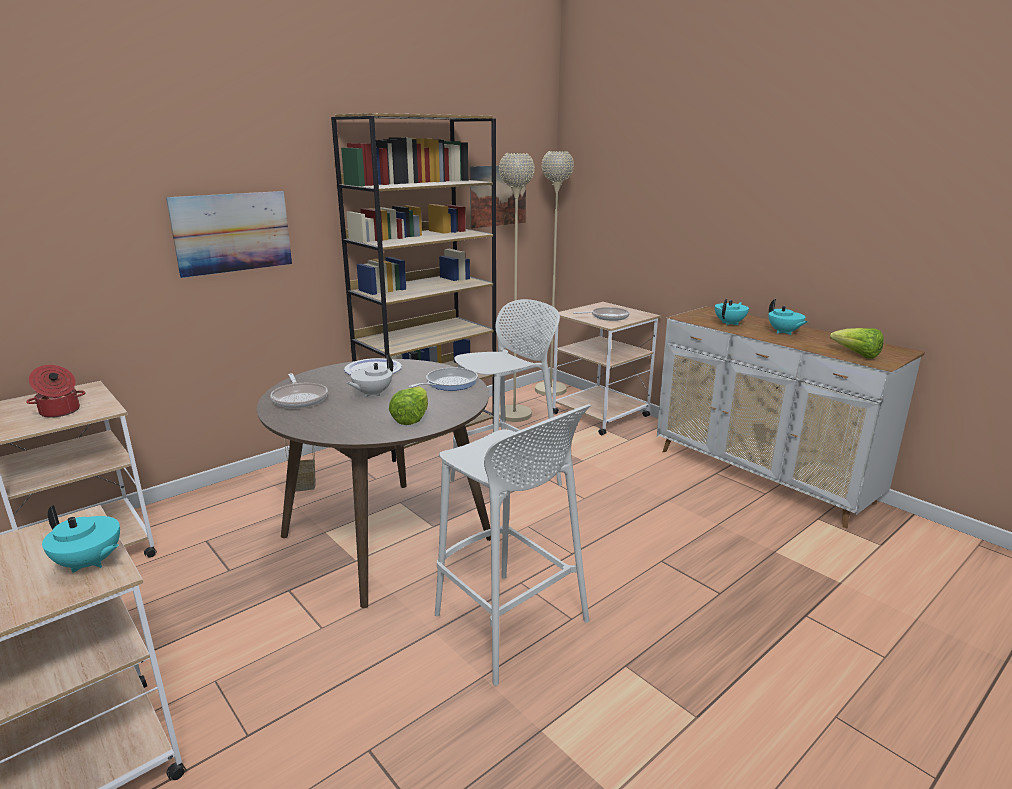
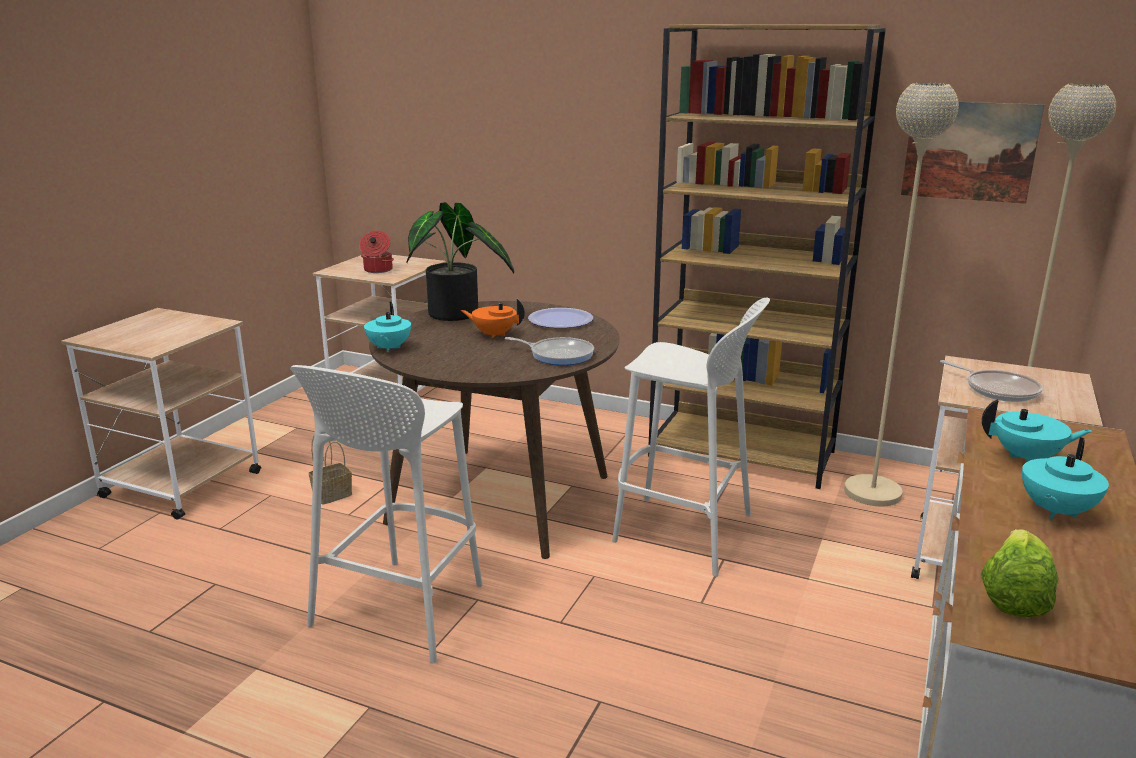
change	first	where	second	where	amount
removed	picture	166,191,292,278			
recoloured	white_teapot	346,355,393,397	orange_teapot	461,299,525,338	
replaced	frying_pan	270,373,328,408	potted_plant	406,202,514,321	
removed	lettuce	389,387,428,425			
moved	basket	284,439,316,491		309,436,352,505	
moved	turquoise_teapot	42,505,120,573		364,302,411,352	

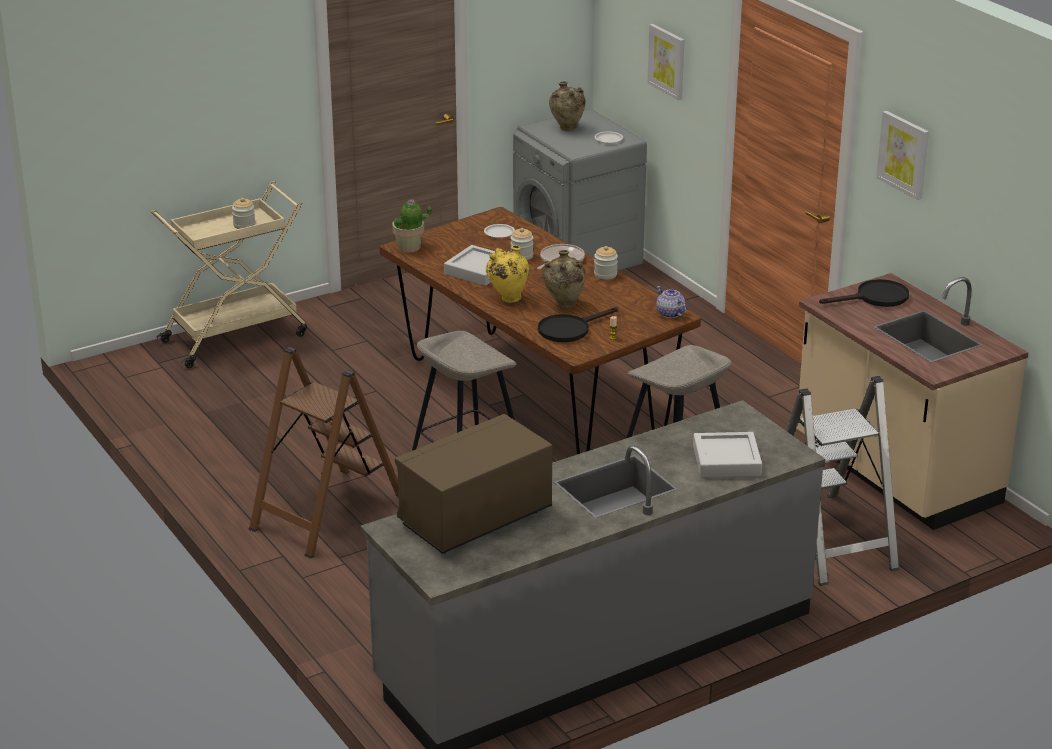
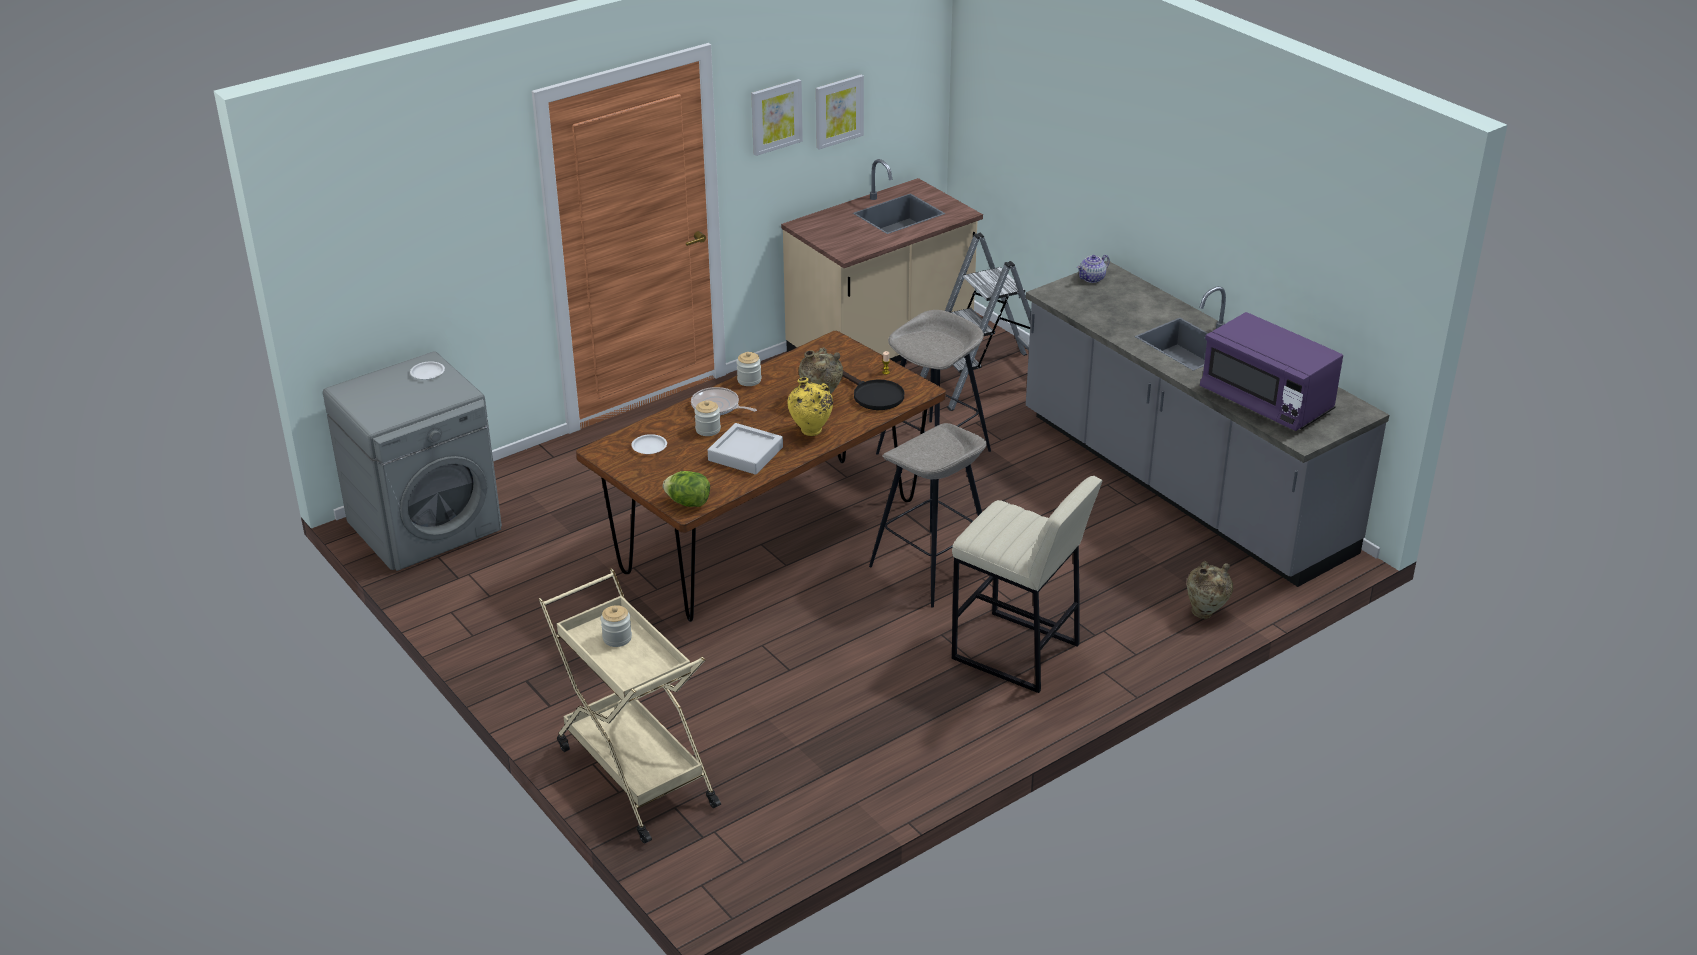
change	first	where	second	where	amount
moved	picture	647,24,684,100		816,75,864,150	
moved	beige_vase	549,81,586,131		1187,561,1233,619	
replaced	potted_plant	392,199,432,252	lettuce	663,471,710,507	
removed	black_frying_pan	819,279,909,307			
moved	teapot	656,286,686,318		1077,255,1110,283	
replaced	brown_step_ladder	249,347,399,559	beige_stool	952,476,1102,693	
recoloured	brown_microwave	395,414,552,554	purple_microwave	1200,312,1343,431	
removed	grey_tray	693,432,762,477			

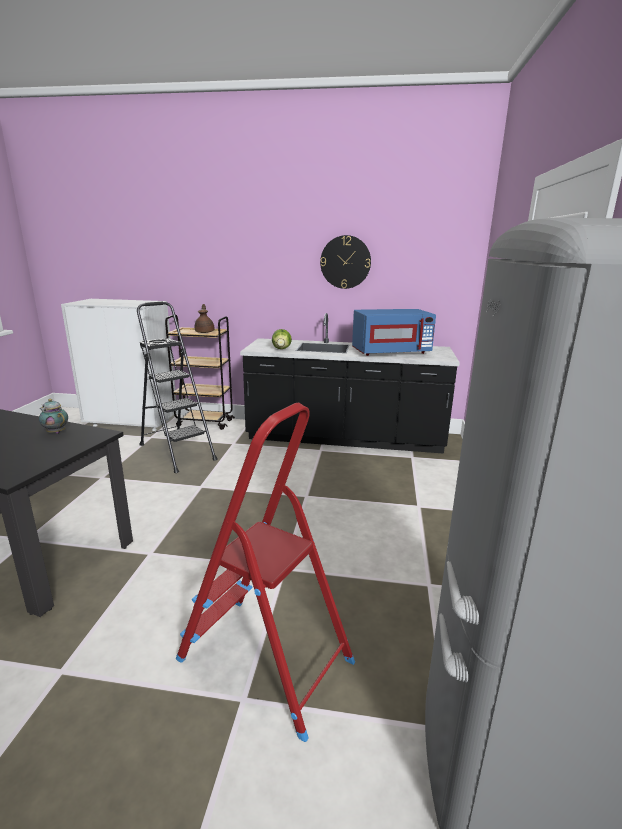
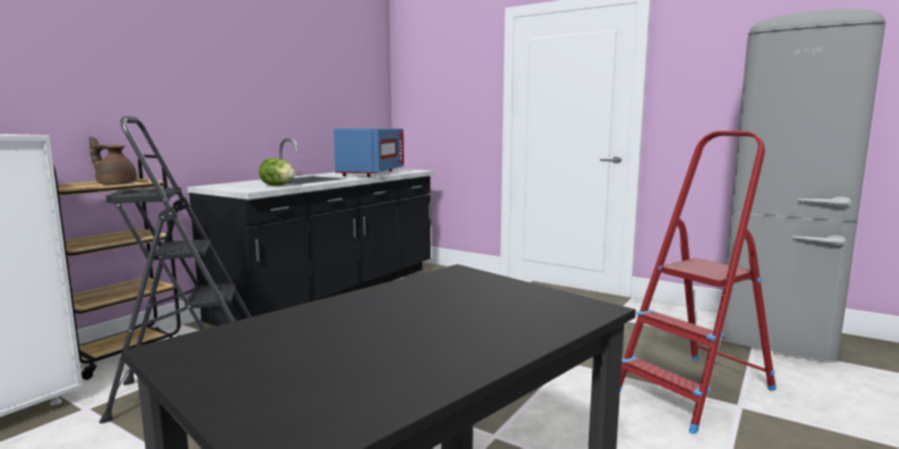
change	first	where	second	where	amount
removed	wall_clock	320,235,371,289			
removed	teapot	39,399,68,434			

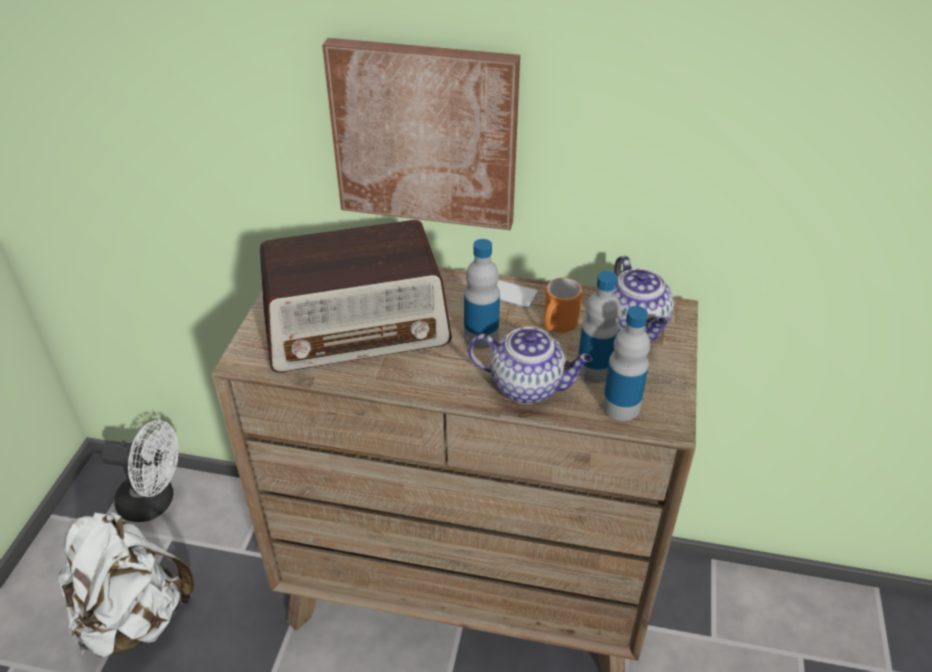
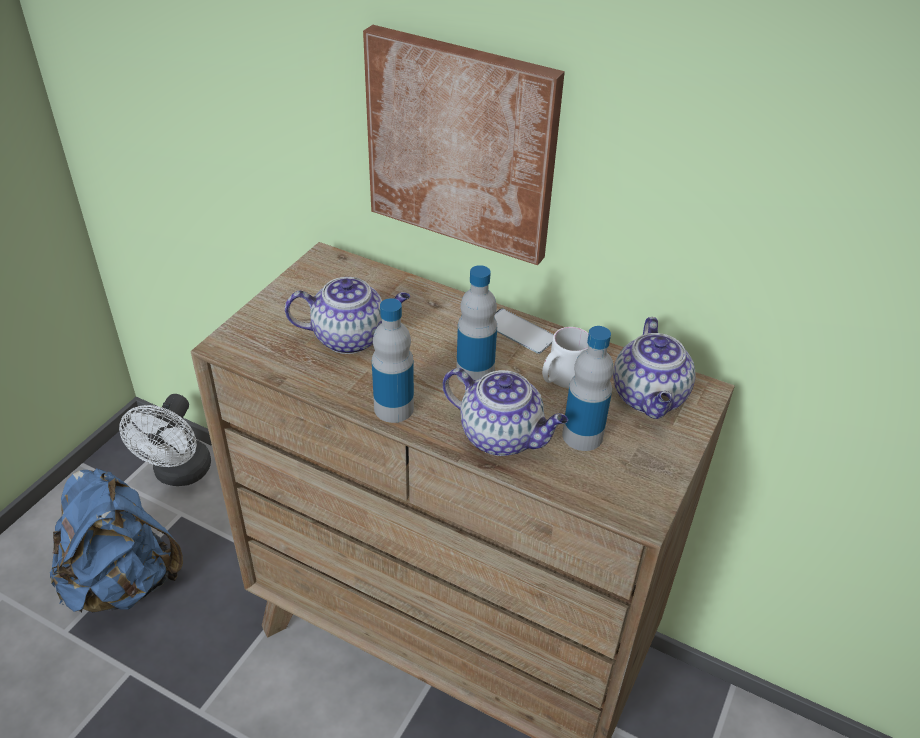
change	first	where	second	where	amount
replaced	radio	260,220,452,373	teapot	285,277,410,354	
recoloured	orange_mug	544,278,582,333	white_mug	542,327,589,388	
moved	bottle	602,306,650,421		372,298,414,423	
turned	white_fan	100,420,178,522		119,394,211,486	75 degrees clockwise
recoloured	white_backpack	57,512,195,657	blue_backpack	50,468,183,612	

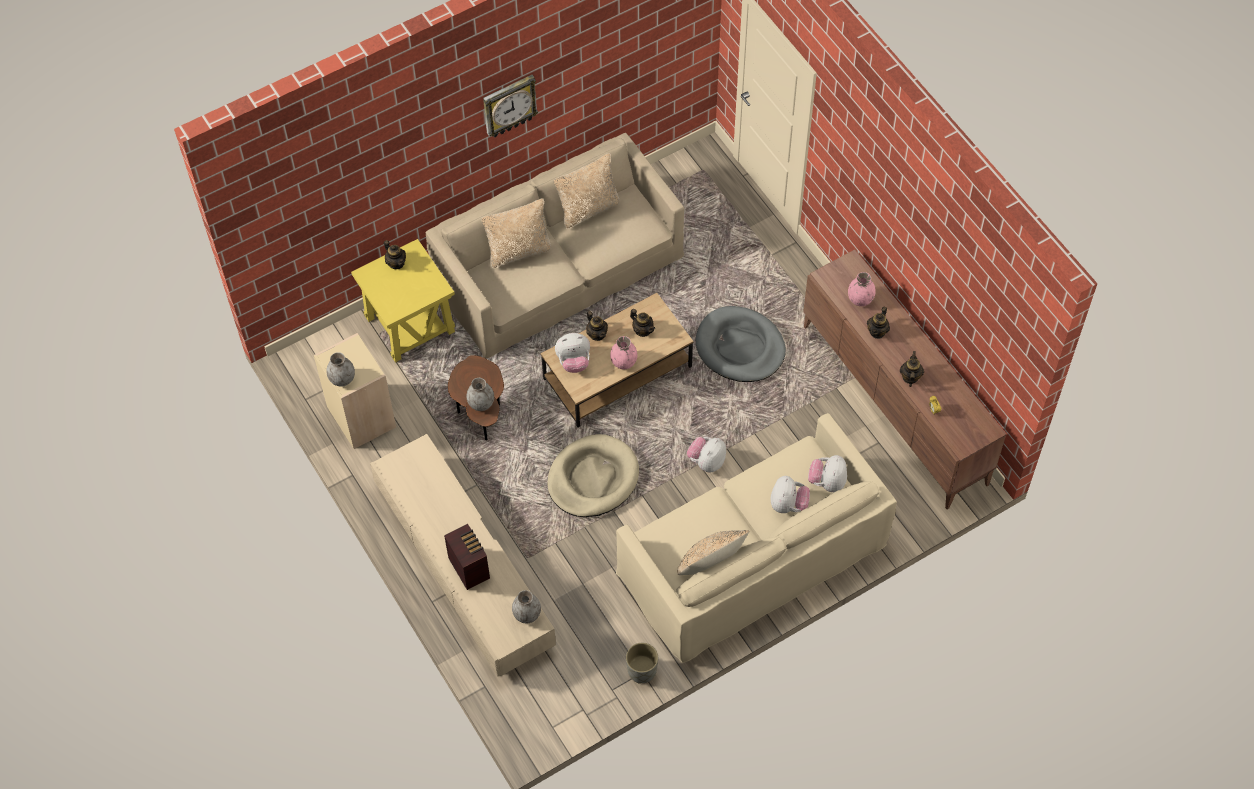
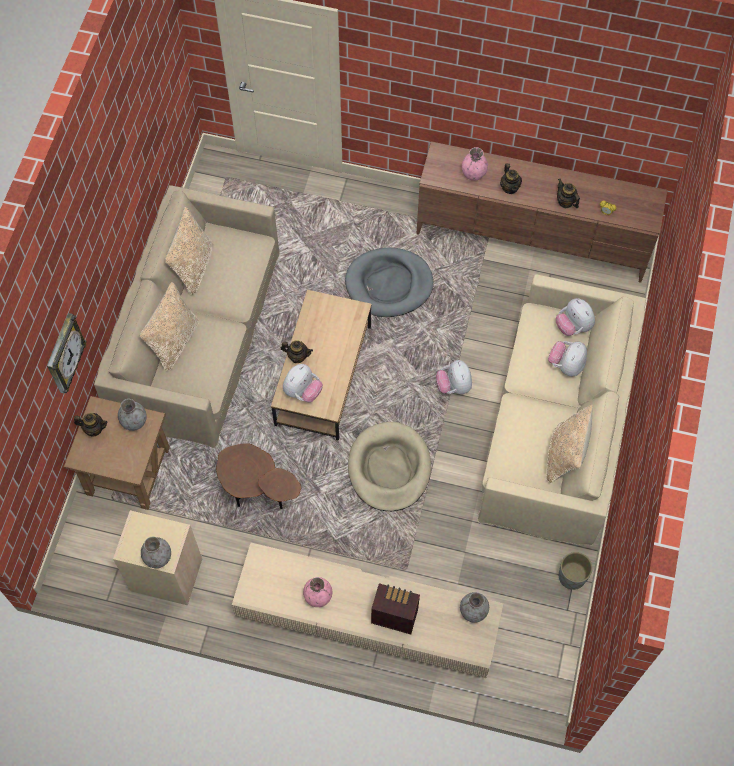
change	first	where	second	where	amount
moved	wall_clock	483,75,538,138		47,313,87,394	
recoloured	yellow_side_table	351,239,455,363	brown_side_table	64,396,170,510	
removed	teapot	630,309,655,337			
moved	pink_vase	610,336,637,369		303,577,332,607	
moved	grey_vase	466,378,494,411		118,399,147,431	
turned	plush_toy	770,476,810,513		548,341,587,376	120 degrees counterclockwise

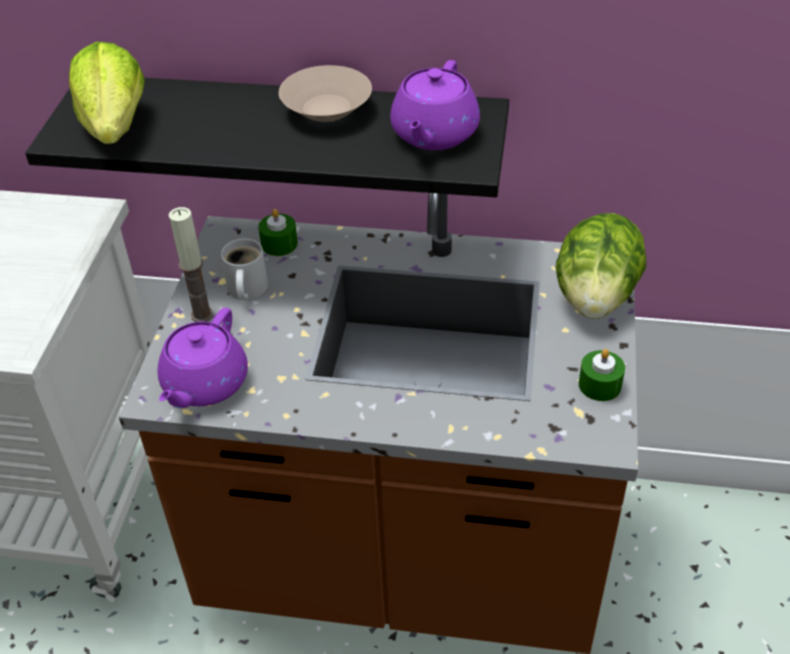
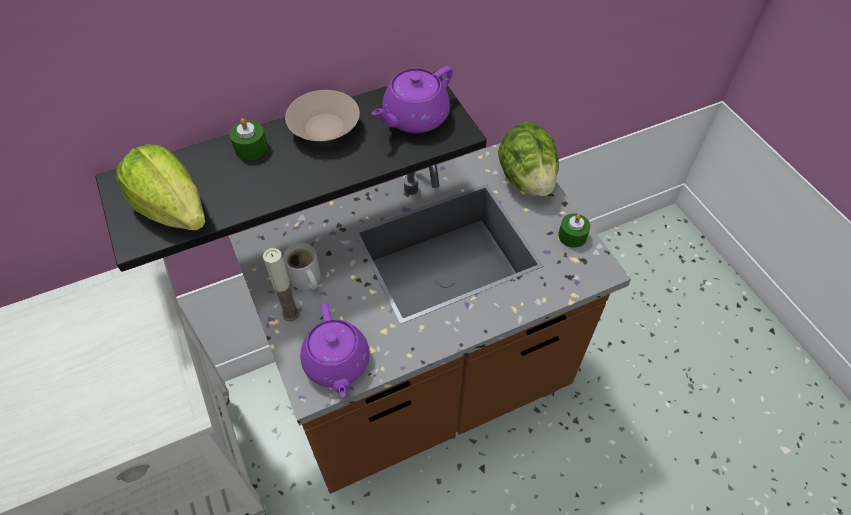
change	first	where	second	where	amount
turned	purple_teapot	390,60,480,150		372,66,453,133	60 degrees clockwise
moved	green_candle	258,209,298,256		229,118,268,160	

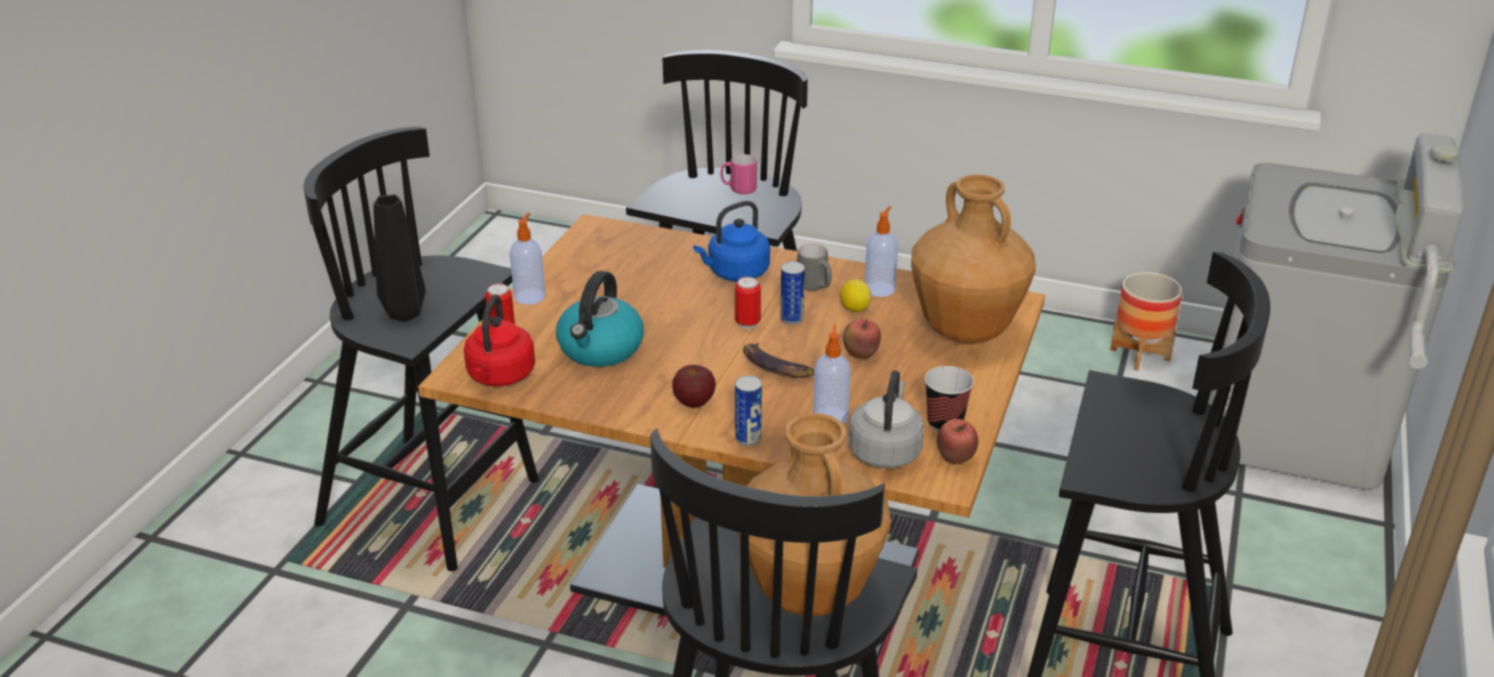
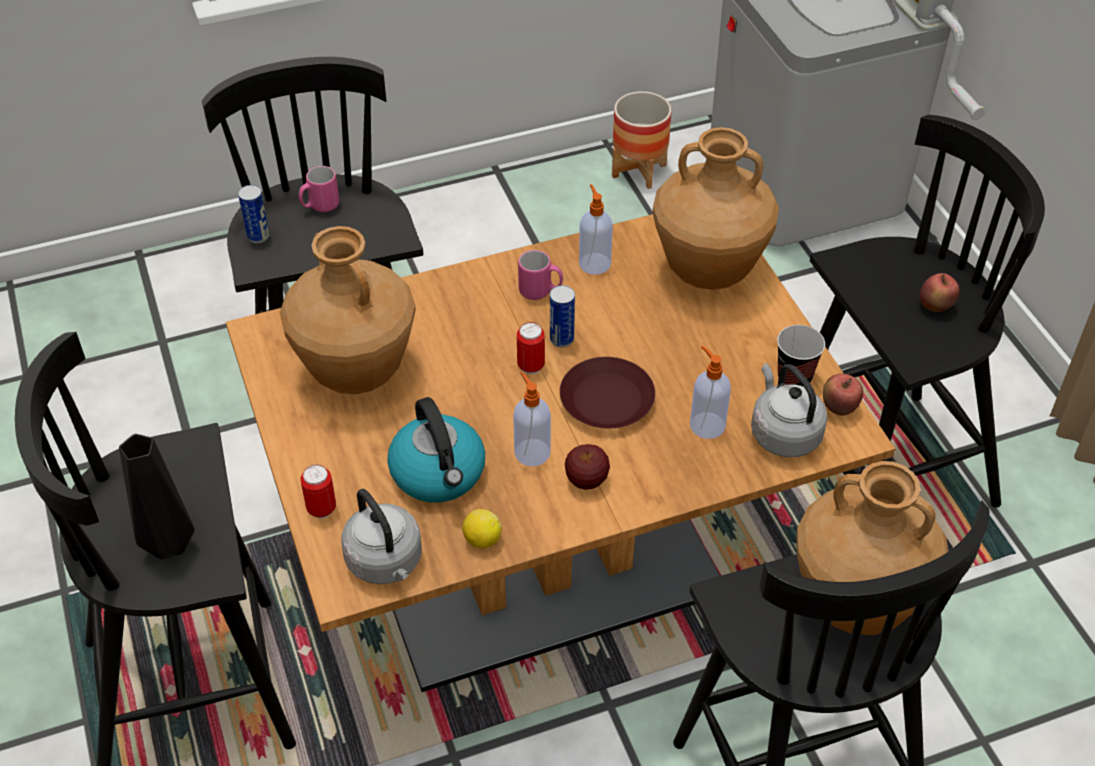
change	first	where	second	where	amount
removed	blue_kettle	693,201,770,281			
moved	soap_dispenser	510,213,546,305		513,372,551,466	
recoloured	grey_mug	797,244,832,291	pink_mug	518,250,563,300	
moved	lemon	840,279,871,312		462,509,502,548	
recoloured	red_kettle	464,295,535,386	grey_kettle	341,489,422,584	
moved	apple	843,319,881,359		920,273,960,312	
replaced	banana	743,342,814,378	brown_plate	560,357,655,428	
moved	can	735,376,762,446		238,185,269,244	
added			brown_vase	280,226,416,394	

